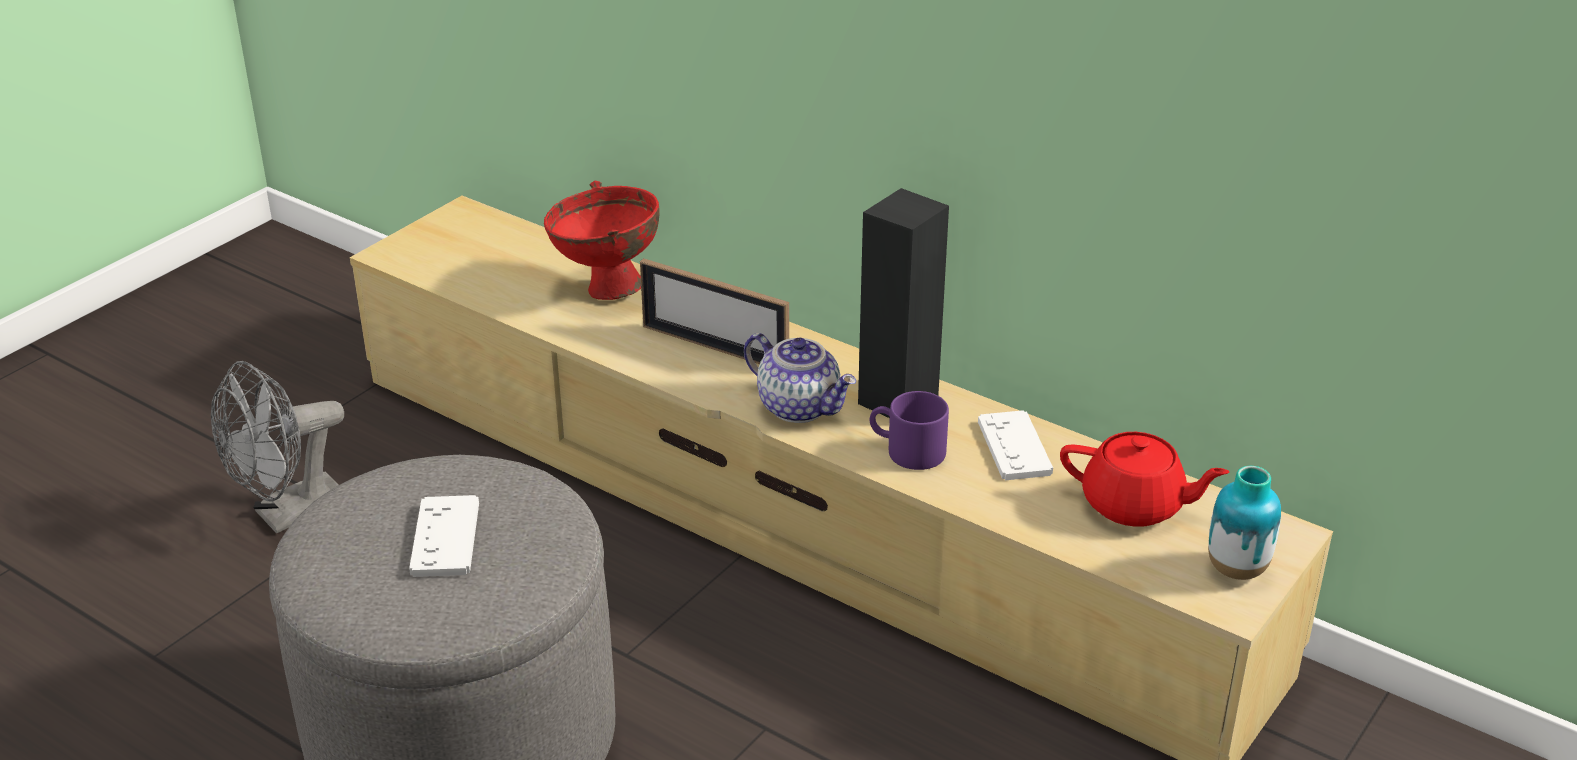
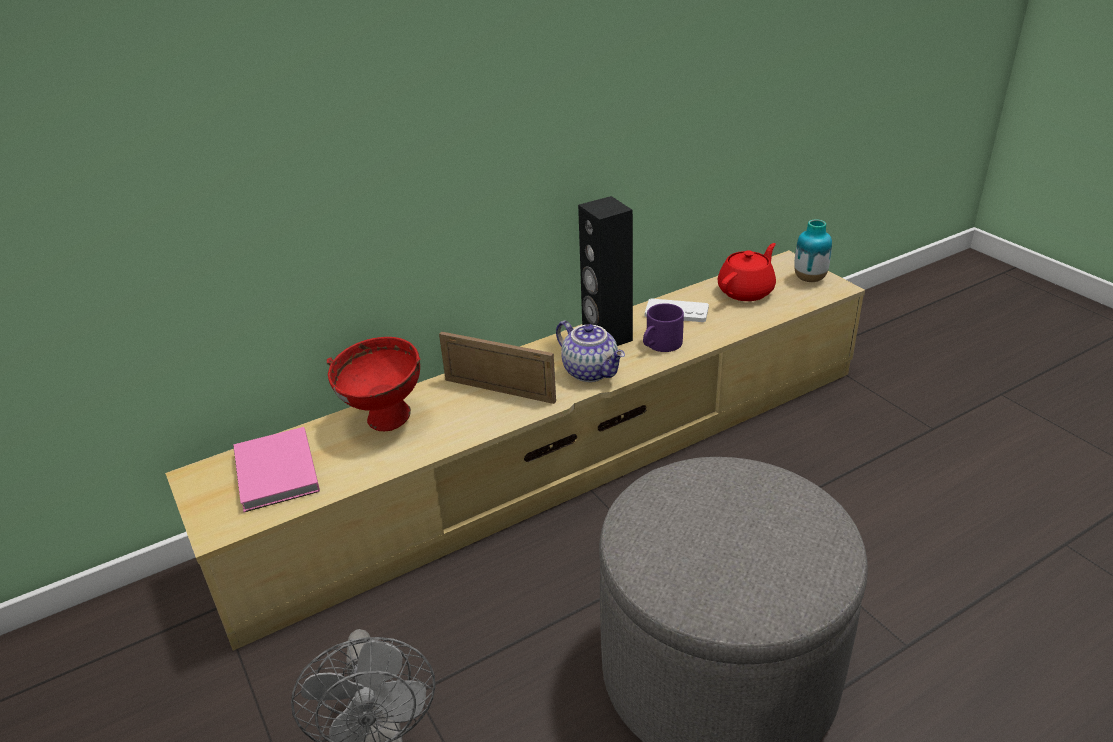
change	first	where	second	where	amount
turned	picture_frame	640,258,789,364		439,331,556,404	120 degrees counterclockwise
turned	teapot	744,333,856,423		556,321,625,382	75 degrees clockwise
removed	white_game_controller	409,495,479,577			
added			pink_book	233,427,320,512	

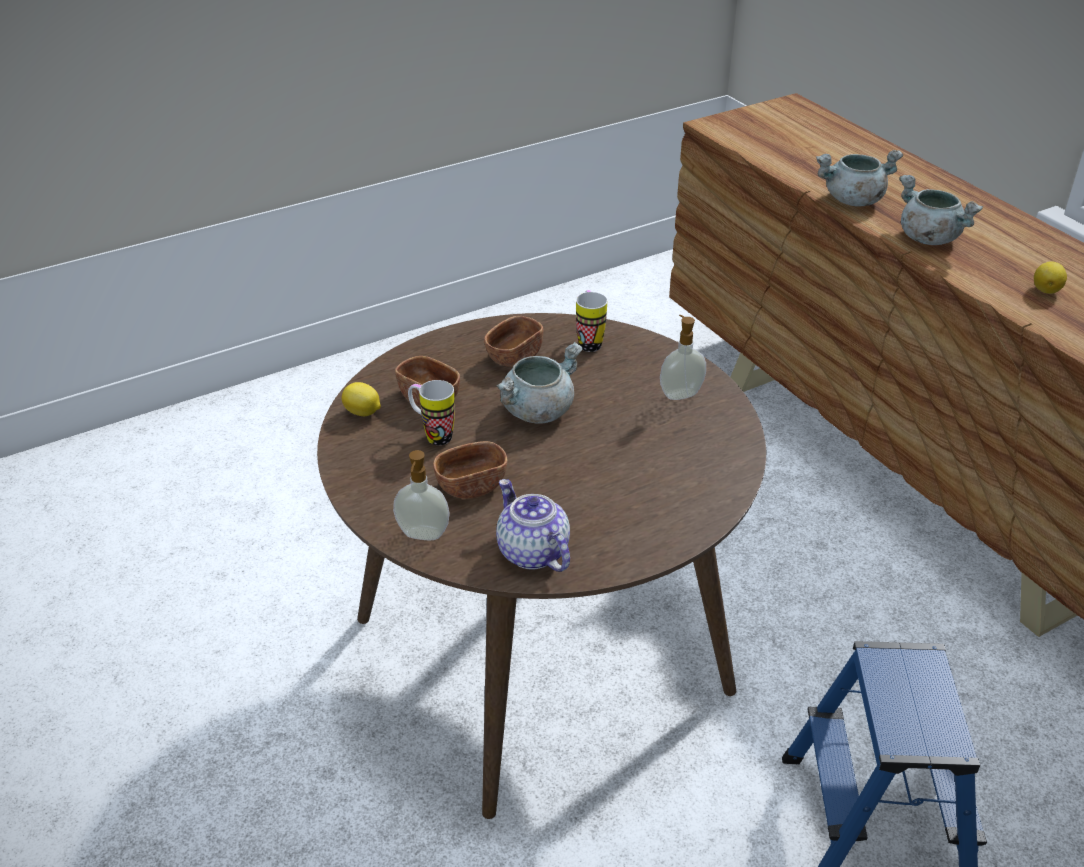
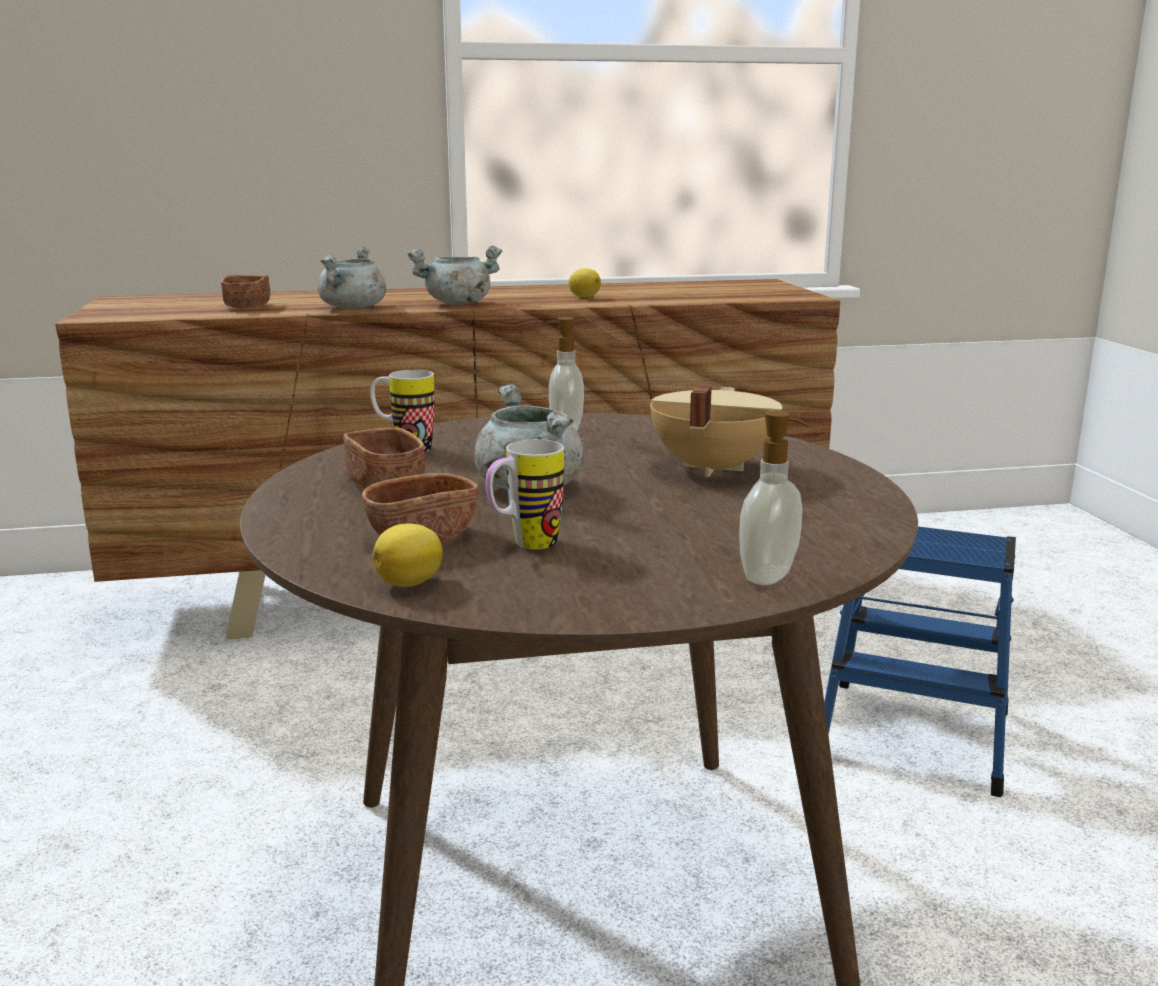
change	first	where	second	where	amount
moved	brown_bowl	433,441,508,499		221,275,270,308	
removed	teapot	496,479,570,572			
added			beige_cooking_pot	650,386,782,477	

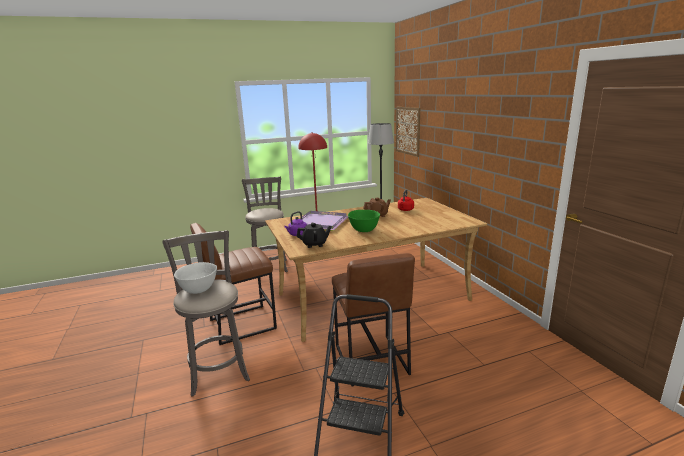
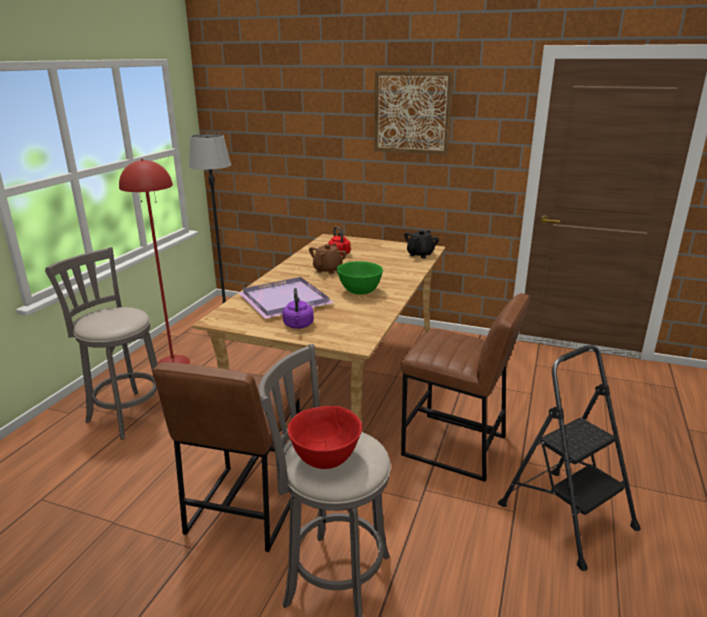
change	first	where	second	where	amount
moved	picture	396,106,420,157		374,69,453,155	
moved	black_teapot	296,222,332,248		404,230,439,258	
recoloured	white_bowl	174,262,217,294	red_bowl	288,406,362,469	

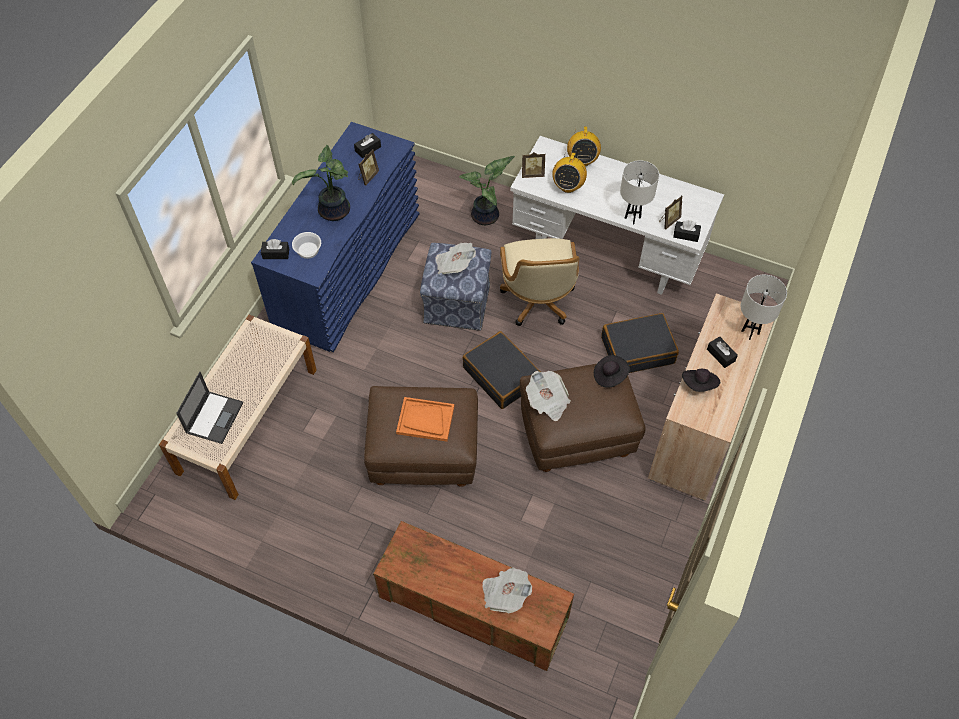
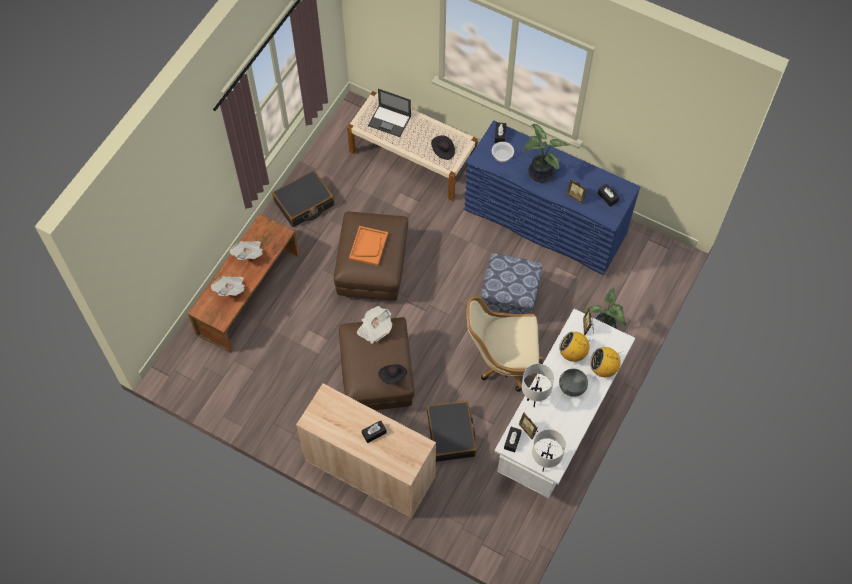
change	first	where	second	where	amount
moved	newspaper	436,243,476,274		230,241,263,260	
moved	white_table_lamp	741,275,787,340		532,429,566,472	
moved	black_suitcase	462,331,541,409		272,170,334,227	
moved	black_hat	682,369,720,392		431,135,455,160	
added			grey_bowl	559,369,588,397	

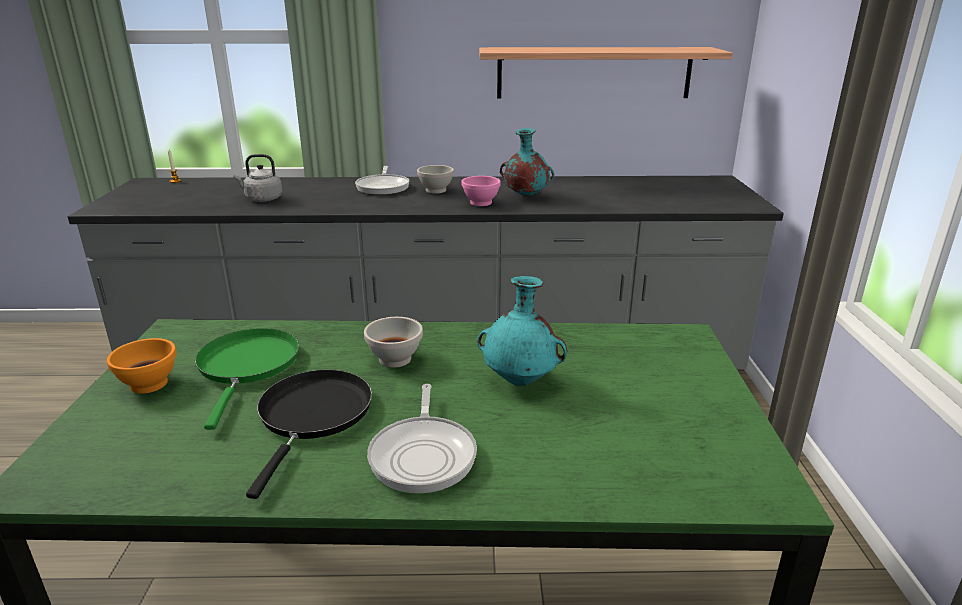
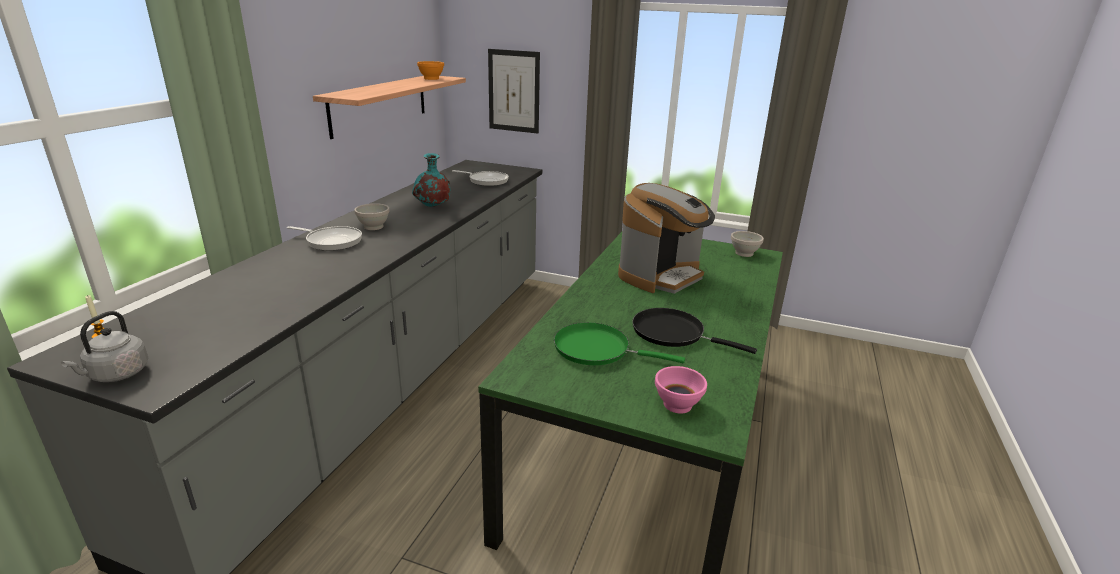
change	first	where	second	where	amount
moved	grey_kettle	233,154,282,202		61,311,148,382	
moved	pink_bowl	461,176,501,206		655,366,707,413	
replaced	turquoise_vase	477,276,567,386	coffee_machine	618,183,715,294	
moved	white_bowl	364,317,423,368		731,231,764,257	
moved	orange_bowl	107,338,177,394		417,61,444,80	
moved	frying_pan	367,384,477,493		453,170,509,186	
added			picture	488,49,540,134	

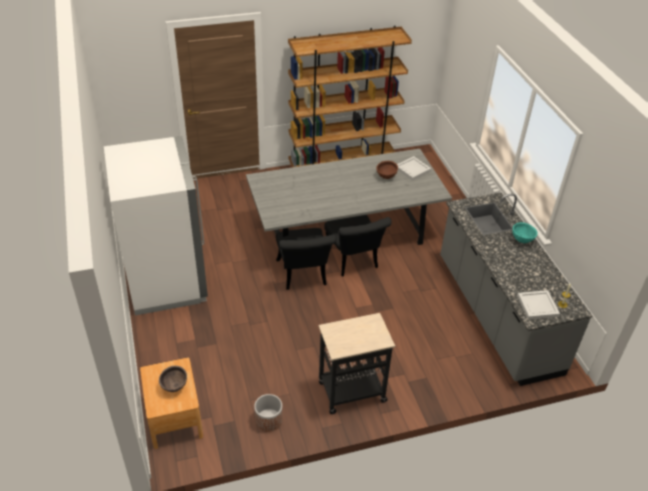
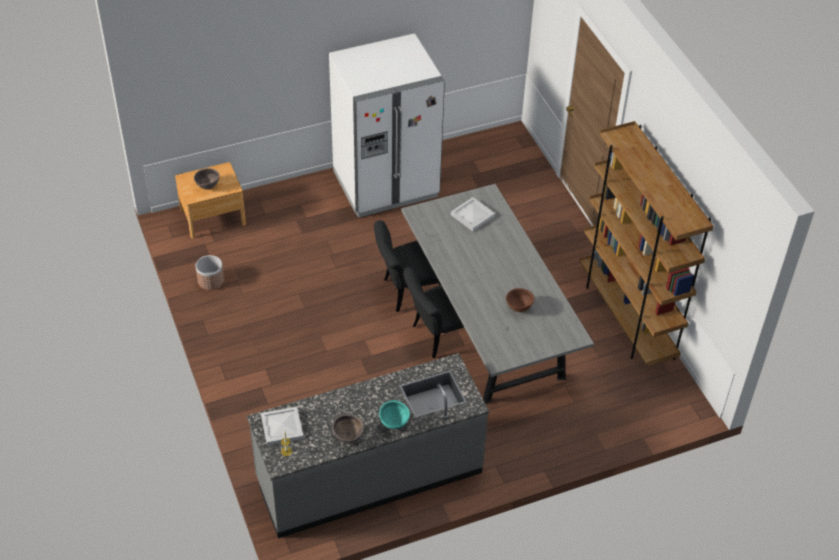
change	first	where	second	where	amount
moved	white_tray	397,156,431,181		451,197,495,231	
removed	cart	319,313,395,414			
added			brown_bowl	332,414,364,443	

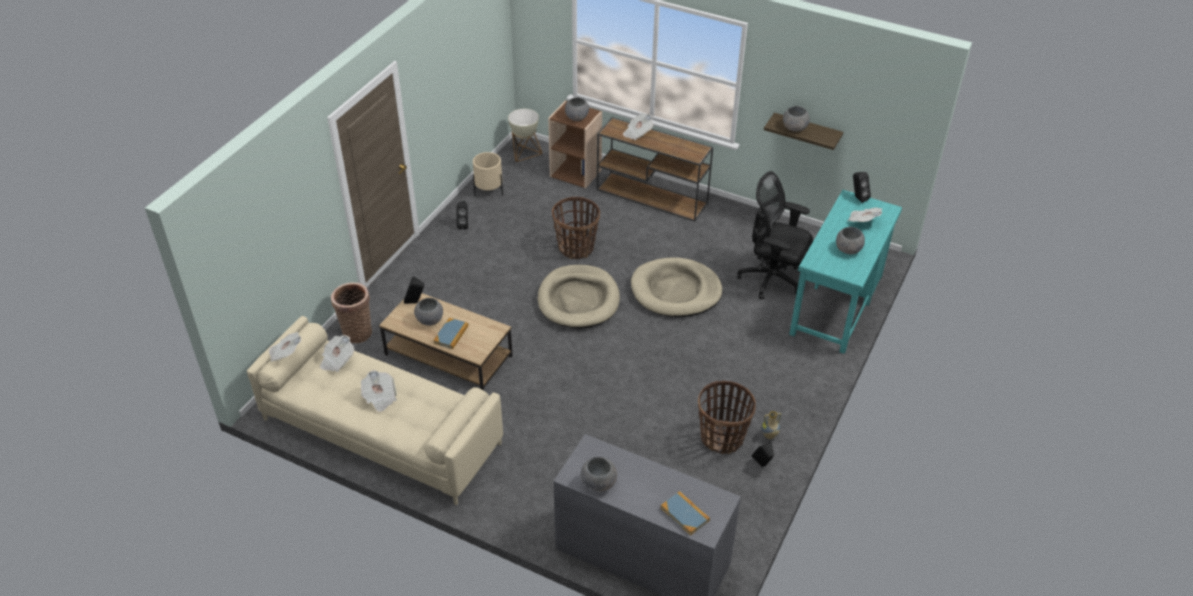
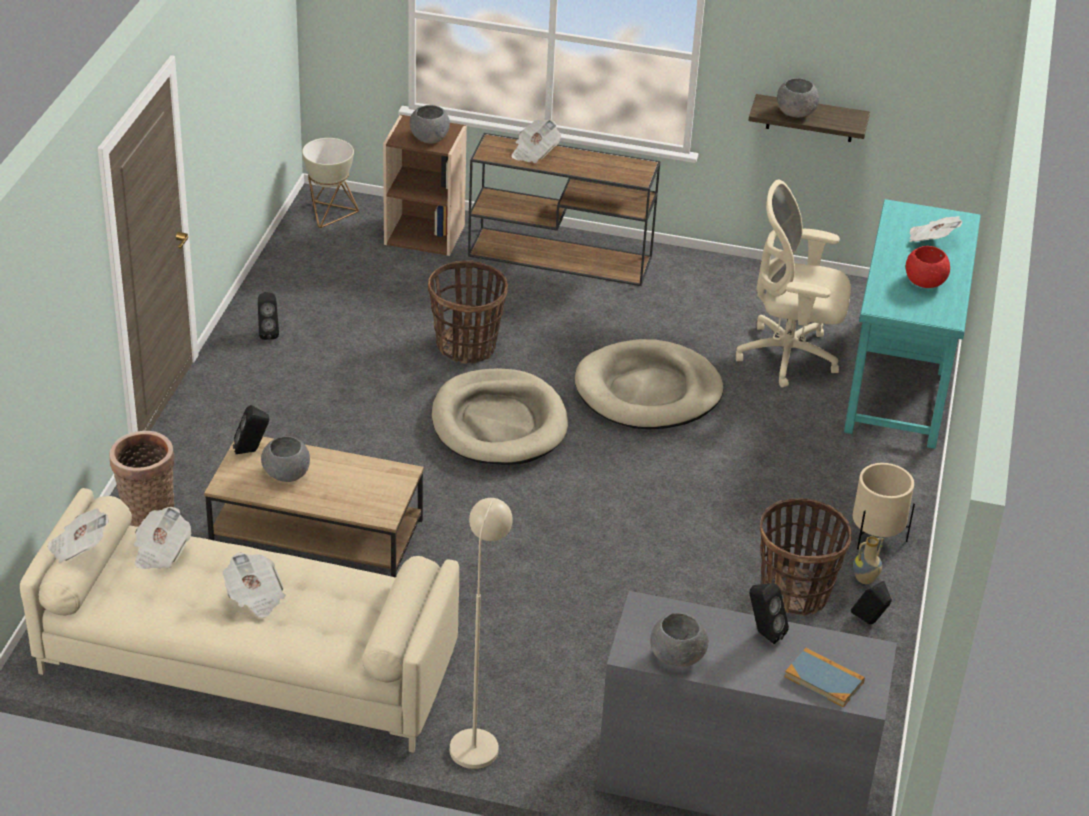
change	first	where	second	where	amount
moved	beige_planter	473,152,503,196		853,463,915,550	
recoloured	black_office_chair	737,171,813,300	beige_office_chair	736,180,851,387	
moved	black_speaker	853,172,871,203		749,583,789,644	
recoloured	grey_bowl	836,227,865,254	red_bowl	906,246,950,288	
removed	book	433,318,468,349			
added			beige_floor_lamp	450,498,513,769	

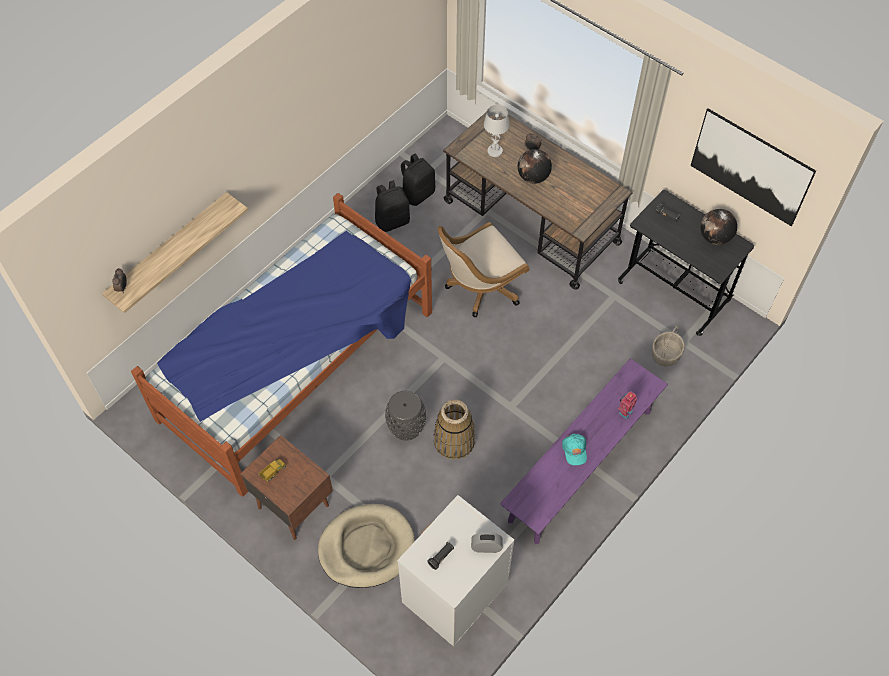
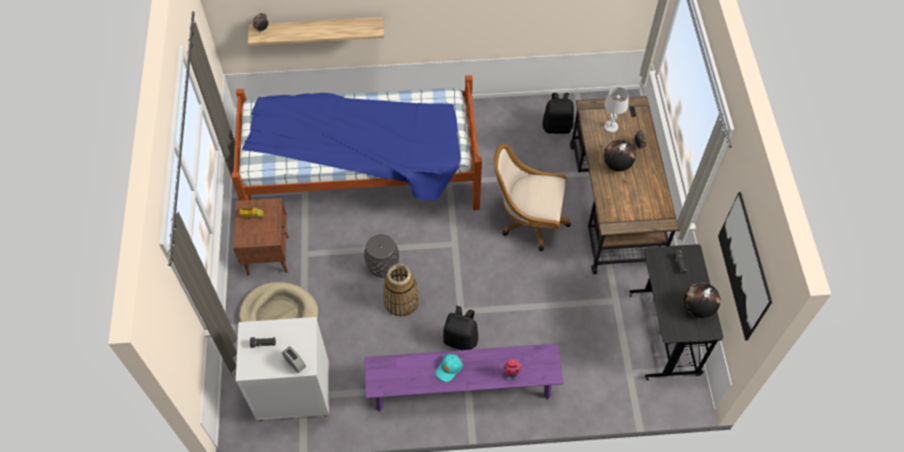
change	first	where	second	where	amount
moved	black_backpack	375,180,410,232		443,306,478,350	
removed	basket	652,325,685,366			

